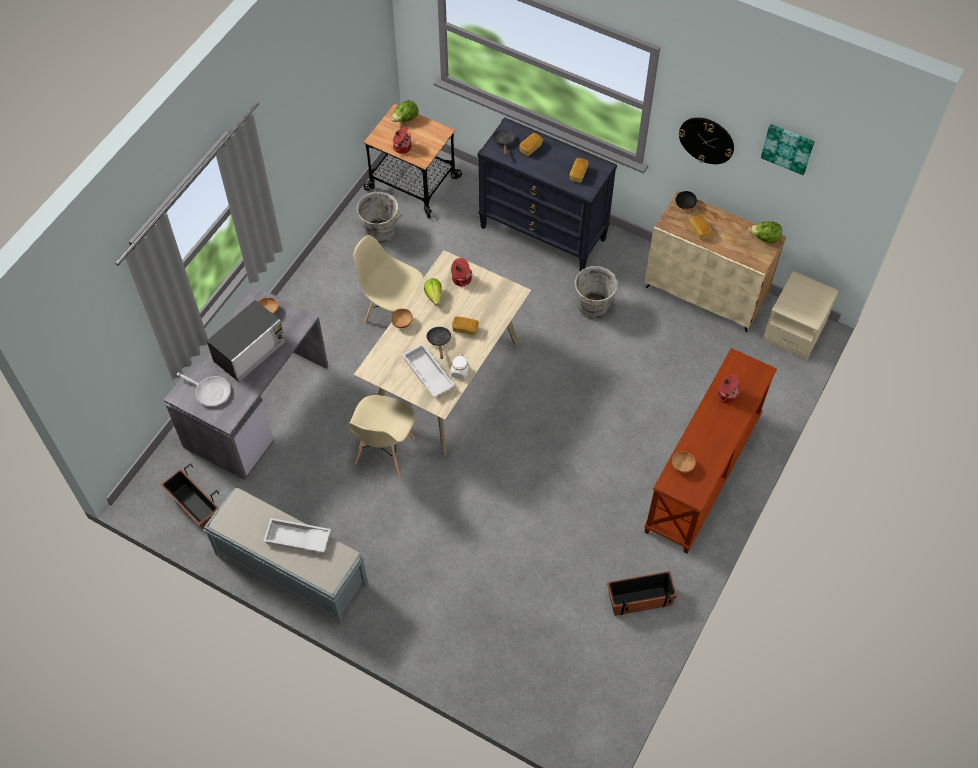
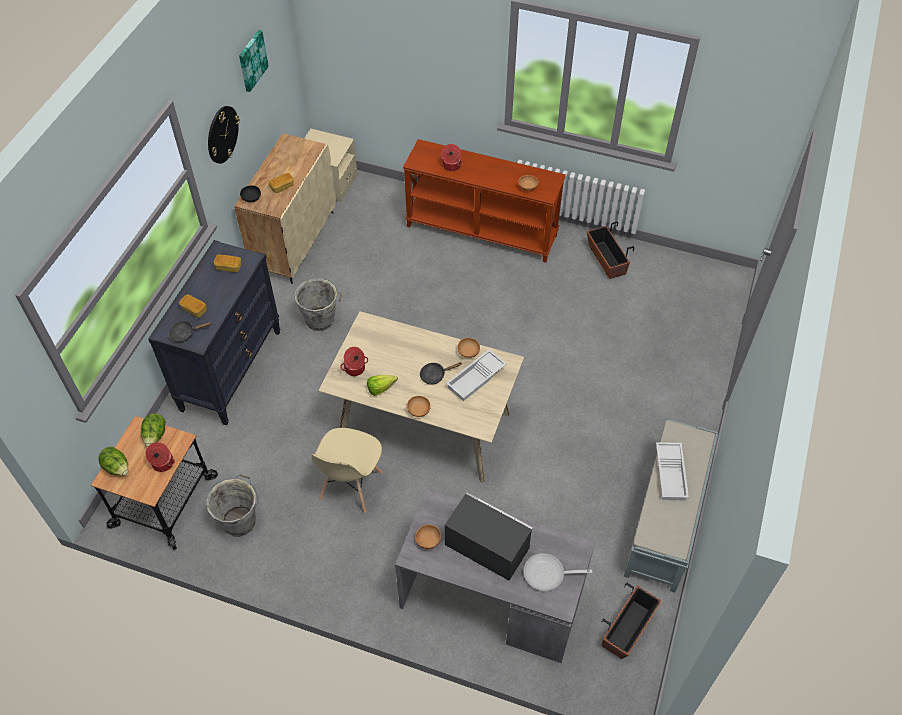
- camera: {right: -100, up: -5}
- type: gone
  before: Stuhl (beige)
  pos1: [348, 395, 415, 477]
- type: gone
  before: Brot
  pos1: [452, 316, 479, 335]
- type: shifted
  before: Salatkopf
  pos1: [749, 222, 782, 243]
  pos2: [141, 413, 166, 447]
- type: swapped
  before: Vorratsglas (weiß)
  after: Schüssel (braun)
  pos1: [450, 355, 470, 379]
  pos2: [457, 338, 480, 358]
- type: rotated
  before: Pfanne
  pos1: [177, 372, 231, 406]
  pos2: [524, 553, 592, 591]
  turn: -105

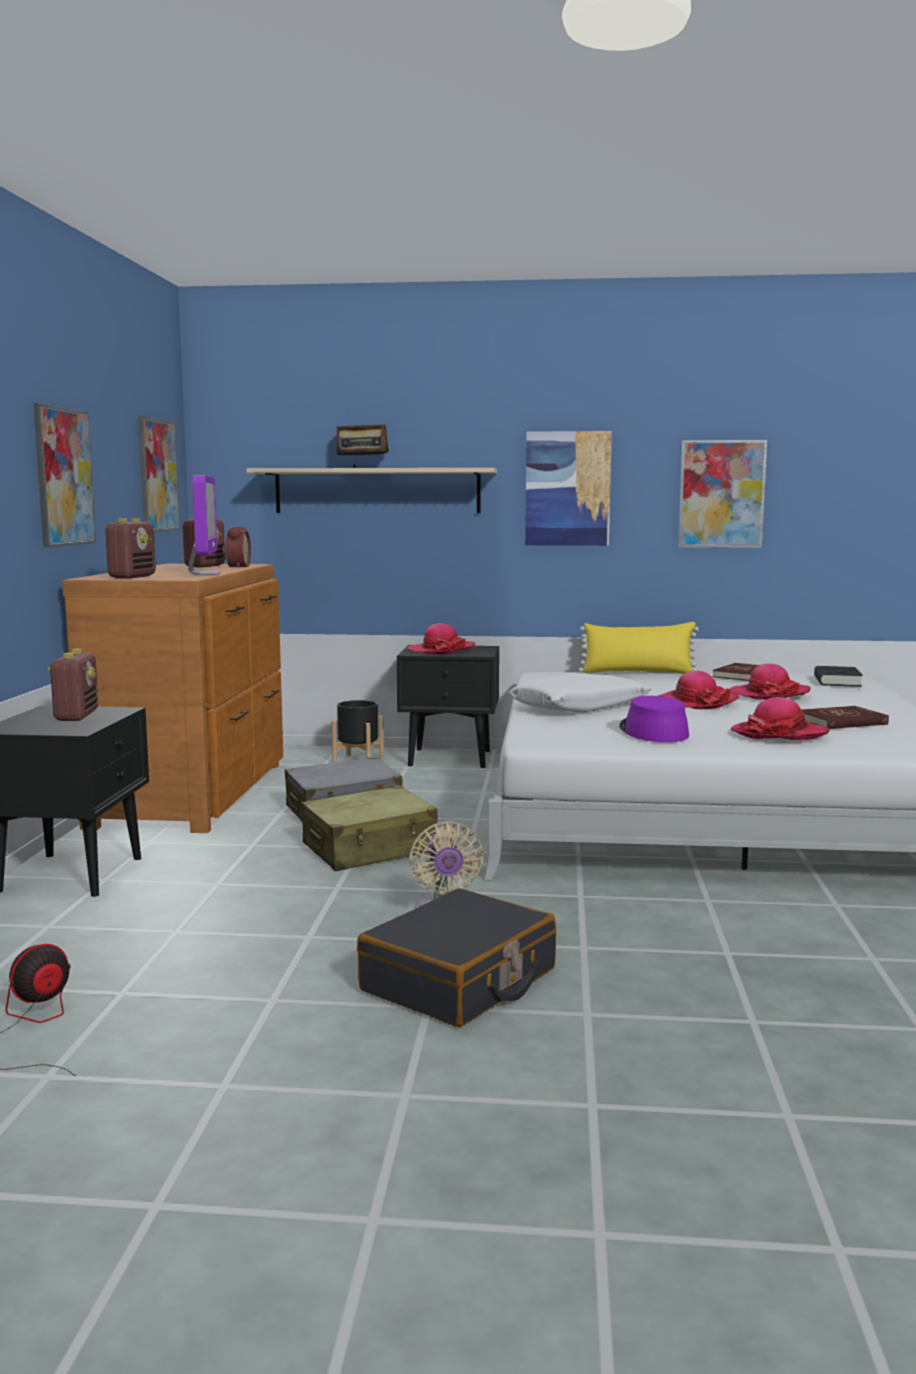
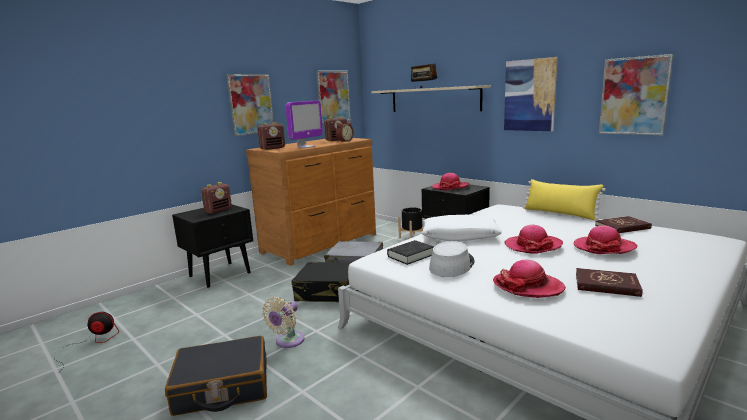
- camera: {right: 40, up: 5}
- type: shifted
  before: Buch (schwarz)
  pos1: [814, 666, 863, 687]
  pos2: [387, 240, 434, 265]
- type: repainted
  before: Koffer (beige)
  after: Koffer (schwarz)
  pos1: [301, 786, 438, 871]
  pos2: [292, 262, 351, 302]
- type: repainted
  before: Hut (lila)
  after: Hut (grau)
  pos1: [619, 696, 689, 742]
  pos2: [429, 241, 475, 277]

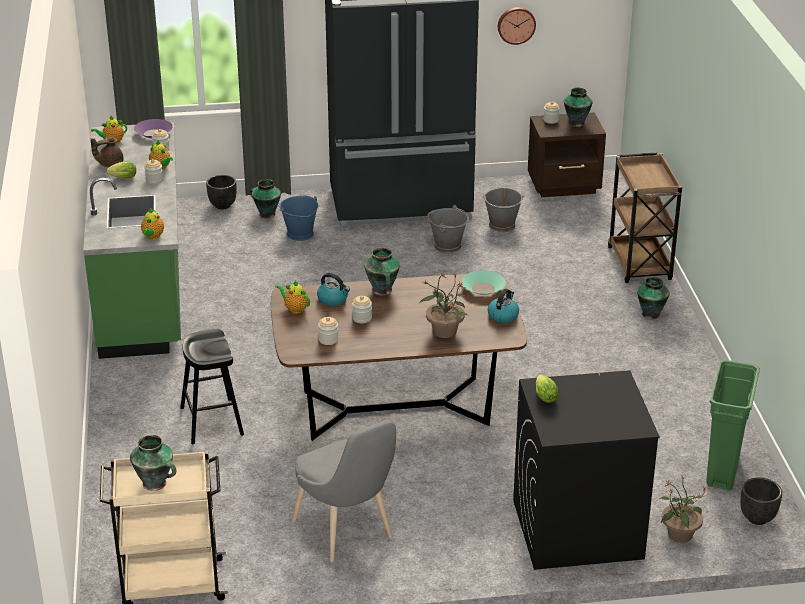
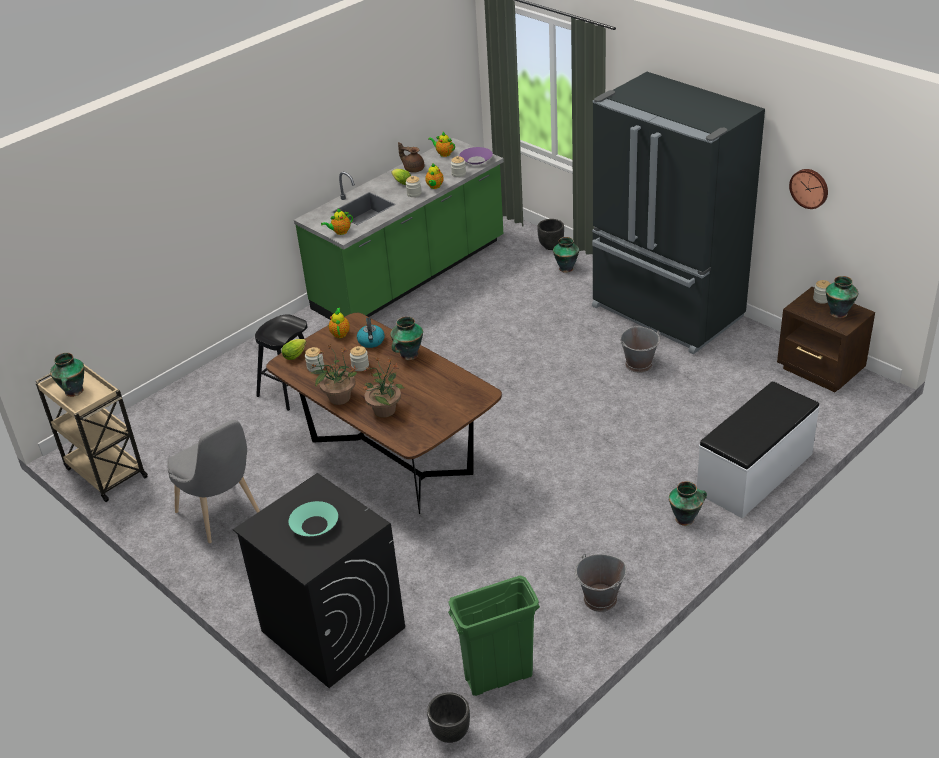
- camera: {right: 55, up: 5}
- type: gone
  before: Eimer (blau)
  pos1: [279, 195, 318, 241]
- type: gone
  before: Wasserkessel
  pos1: [488, 289, 519, 323]
- type: shifted
  before: Schüssel (türkis)
  pos1: [462, 270, 506, 295]
  pos2: [289, 501, 338, 536]
- type: shifted
  before: Eimer (grau)
  pos1: [482, 188, 525, 232]
  pos2: [575, 554, 626, 612]
- type: shifted
  before: Salatkopf
  pos1: [536, 375, 559, 403]
  pos2: [282, 339, 306, 360]
- type: shifted
  before: Topfpflanze
  pos1: [660, 476, 707, 543]
  pos2: [310, 345, 358, 405]
- type: swapped
  before: Rollwagen (braun)
  after: Bank (weiß)
  pos1: [608, 152, 682, 283]
  pos2: [697, 381, 819, 518]
- type: rotated
  before: Stuhl (grau)
  pos1: [292, 420, 396, 562]
  pos2: [167, 420, 260, 543]
  turn: -60

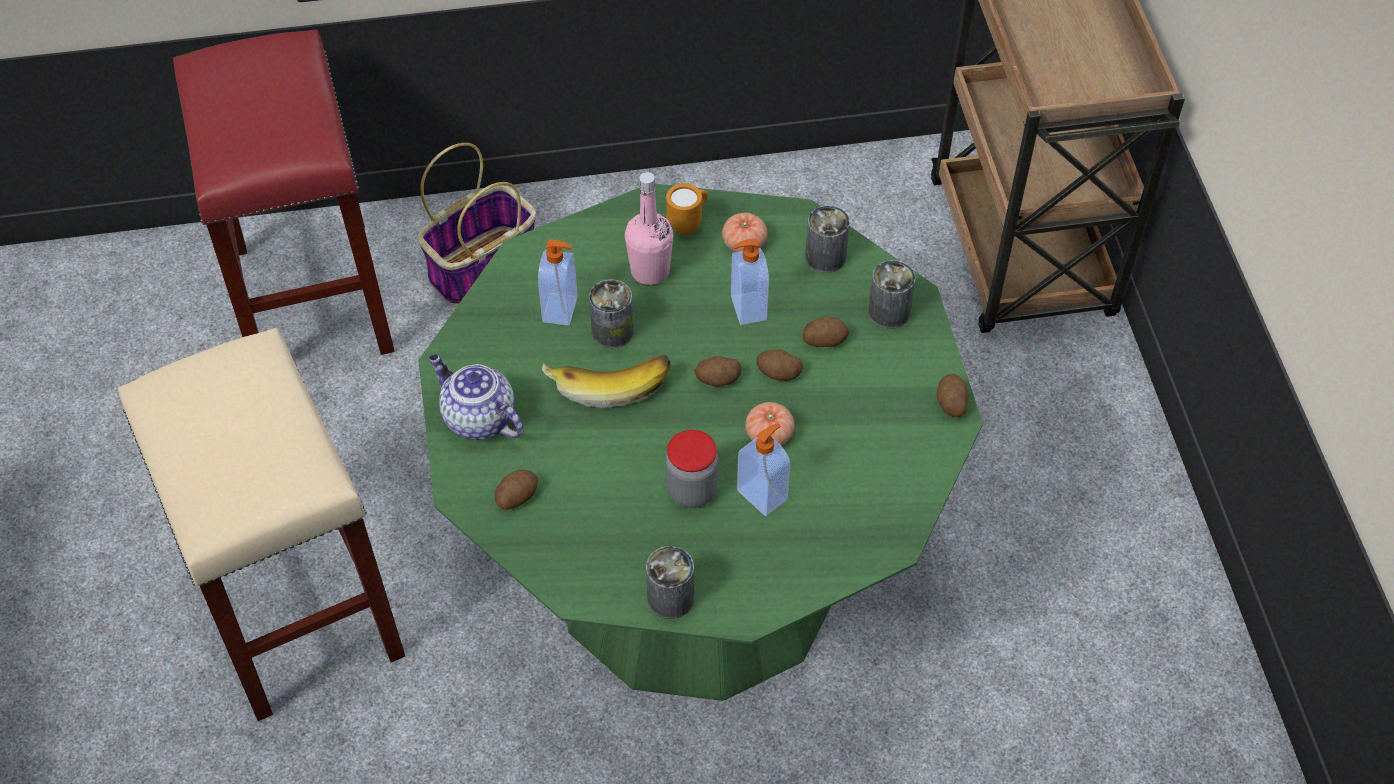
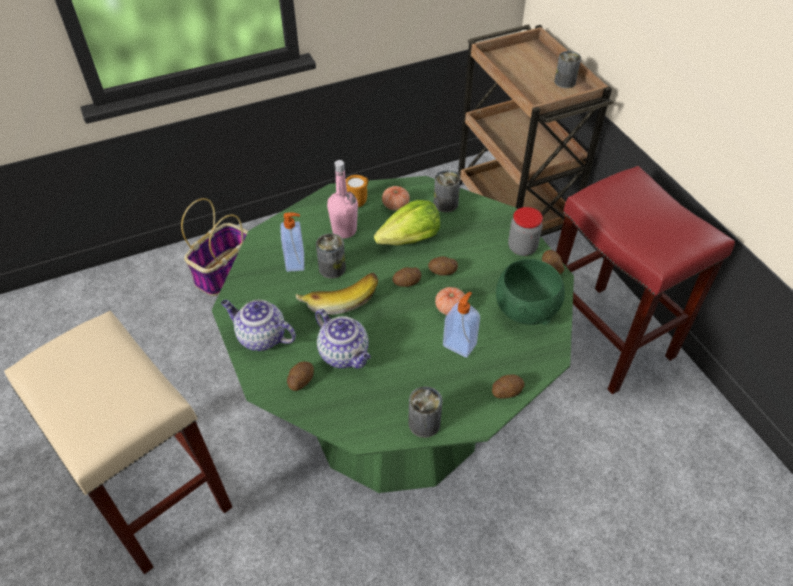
- camera: {right: -15, up: -5}
- type: new
  after: Teekanne
  pos2: [315, 309, 371, 368]
- type: new
  after: Schüssel (grün)
  pos2: [496, 259, 565, 325]
- type: shifted
  before: Hocker (rot)
  pos1: [173, 29, 395, 355]
  pos2: [556, 166, 735, 395]
- type: shifted
  before: Vorratsglas
  pos1: [666, 430, 718, 508]
  pos2: [508, 207, 543, 256]
- type: shifted
  before: Kartoffel
  pos1: [802, 317, 849, 347]
  pos2: [492, 374, 525, 399]
- type: shifted
  before: Dose
  pos1: [868, 260, 916, 329]
  pos2: [554, 51, 581, 88]
- type: swapped
  before: Seifenspender
  after: Salatkopf
  pos1: [731, 238, 769, 325]
  pos2: [374, 200, 440, 245]

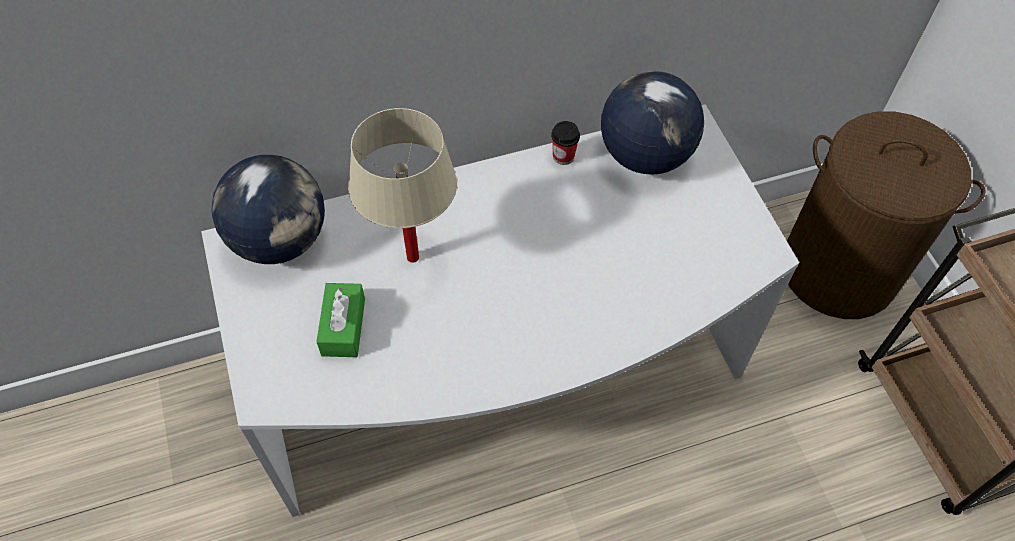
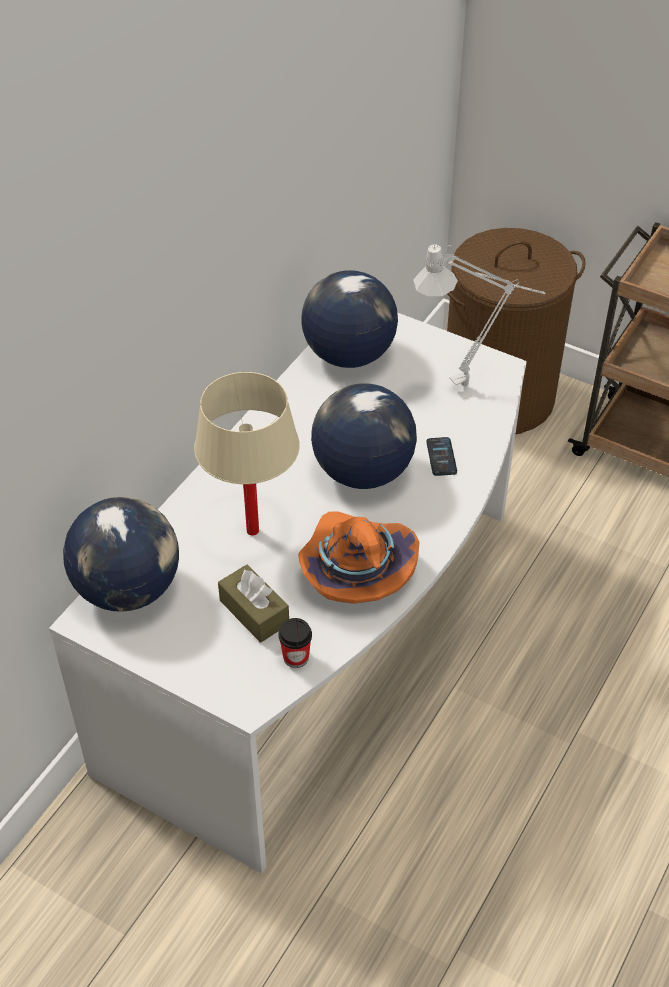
- camera: {right: -40, up: -10}
- type: new
  after: Hut (orange)
  pos2: [298, 511, 419, 604]
- type: new
  after: Globus
  pos2: [311, 383, 417, 489]
- type: new
  after: Tischlampe (grau)
  pos2: [413, 244, 545, 386]
- type: new
  after: Handy
  pos2: [426, 437, 457, 476]
- type: shifted
  before: Tasse
  pos1: [551, 121, 580, 165]
  pos2: [278, 618, 312, 668]
- type: repainted
  before: Taschentuchbox (grün)
  after: Taschentuchbox (braun)
  pos1: [316, 283, 365, 357]
  pos2: [218, 565, 289, 643]

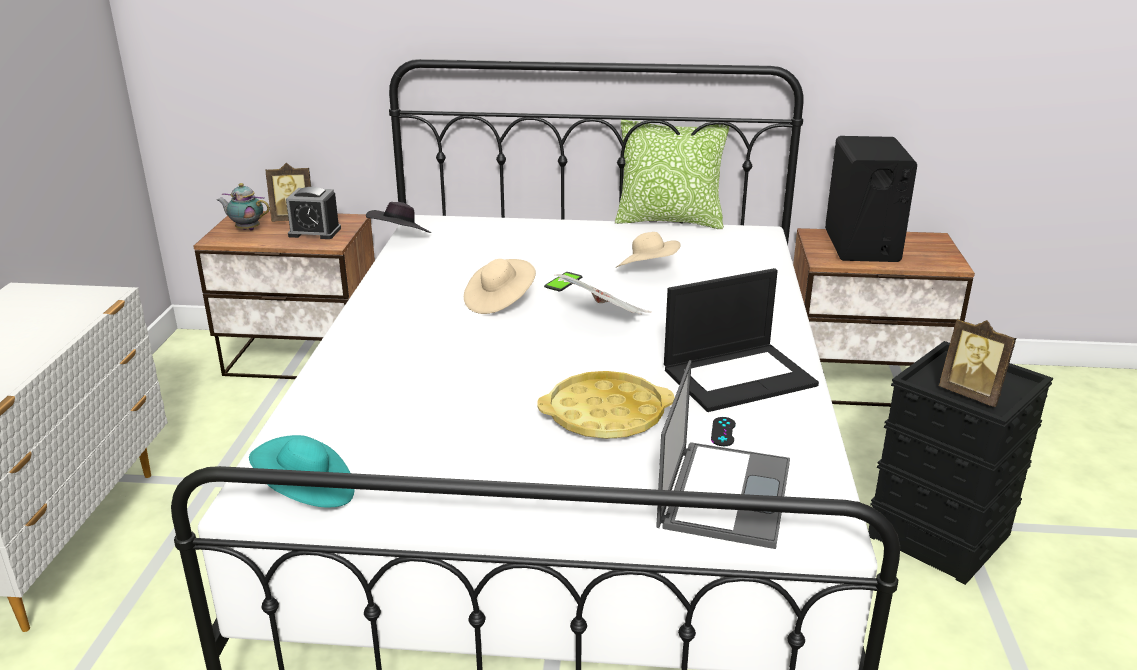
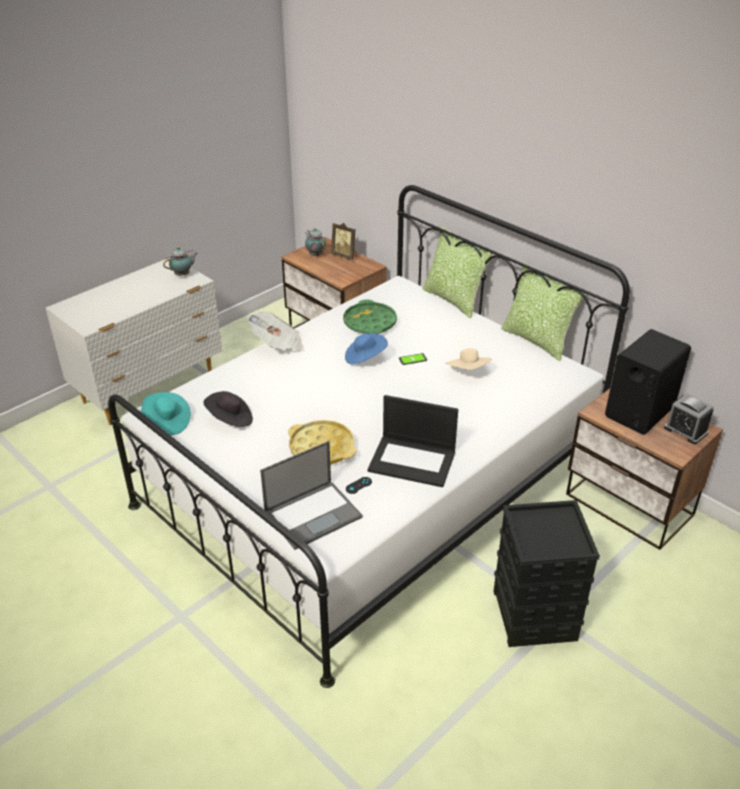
- camera: {right: 40, up: 10}
- type: gone
  before: Bilderrahmen
  pos1: [939, 319, 1016, 407]
- type: new
  after: Teekanne
  pos2: [163, 246, 197, 276]
- type: new
  after: Tablett (grün)
  pos2: [343, 300, 397, 334]
- type: new
  after: Kissen
  pos2: [422, 227, 492, 318]
- type: shifted
  before: Wecker
  pos1: [286, 187, 341, 239]
  pos2: [664, 393, 714, 444]
- type: shifted
  before: Hut (schwarz)
  pos1: [366, 202, 432, 233]
  pos2: [203, 391, 253, 427]
- type: shifted
  before: Zeitung
  pos1: [555, 274, 651, 314]
  pos2: [247, 312, 304, 352]
- type: repainted
  before: Hut (beige)
  after: Hut (blau)
  pos1: [464, 259, 536, 314]
  pos2: [345, 333, 388, 364]

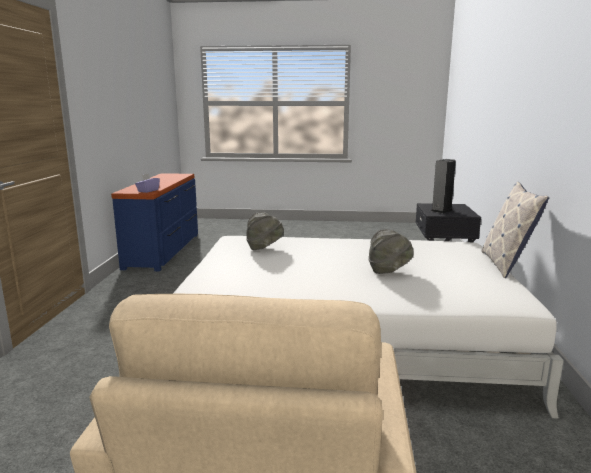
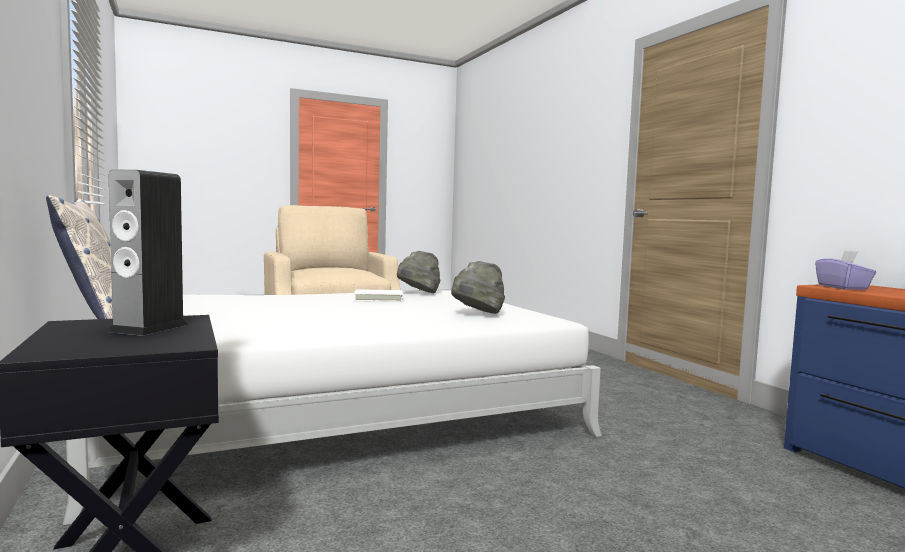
- camera: {right: 150, up: -10}
- type: new
  after: Buch (weiß)
  pos2: [354, 289, 403, 302]
- type: shifted
  before: Hut (grau)
  pos1: [368, 229, 414, 274]
  pos2: [397, 251, 440, 293]

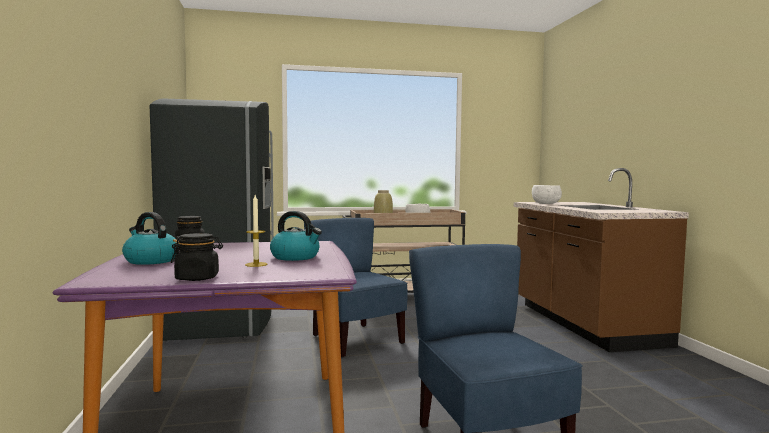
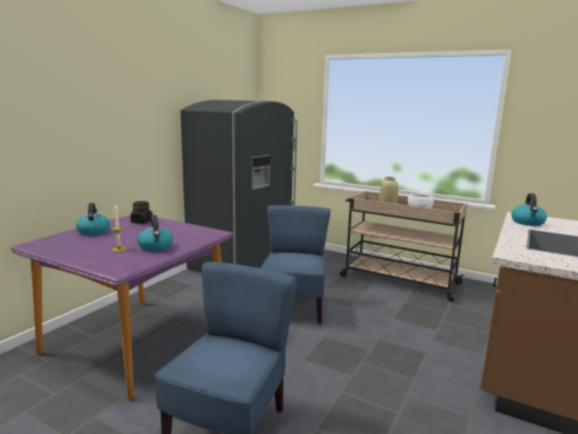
- camera: {right: 40, up: 10}
- type: gone
  before: Vorratsglas (schwarz)
  pos1: [171, 233, 223, 281]
- type: swapped
  before: Schüssel (weiß)
  after: Wasserkessel
  pos1: [532, 185, 562, 204]
  pos2: [511, 193, 547, 226]

